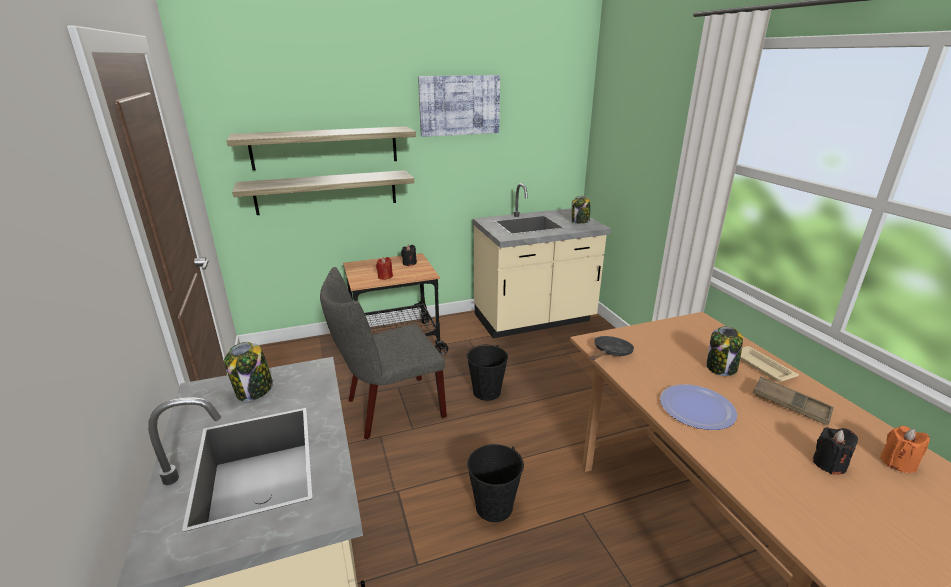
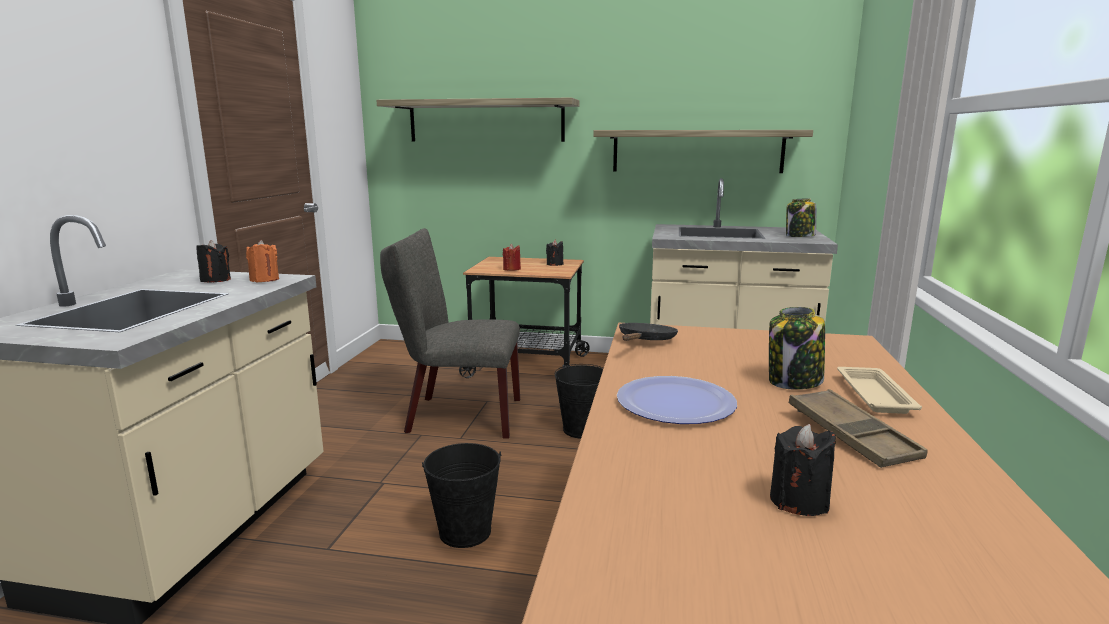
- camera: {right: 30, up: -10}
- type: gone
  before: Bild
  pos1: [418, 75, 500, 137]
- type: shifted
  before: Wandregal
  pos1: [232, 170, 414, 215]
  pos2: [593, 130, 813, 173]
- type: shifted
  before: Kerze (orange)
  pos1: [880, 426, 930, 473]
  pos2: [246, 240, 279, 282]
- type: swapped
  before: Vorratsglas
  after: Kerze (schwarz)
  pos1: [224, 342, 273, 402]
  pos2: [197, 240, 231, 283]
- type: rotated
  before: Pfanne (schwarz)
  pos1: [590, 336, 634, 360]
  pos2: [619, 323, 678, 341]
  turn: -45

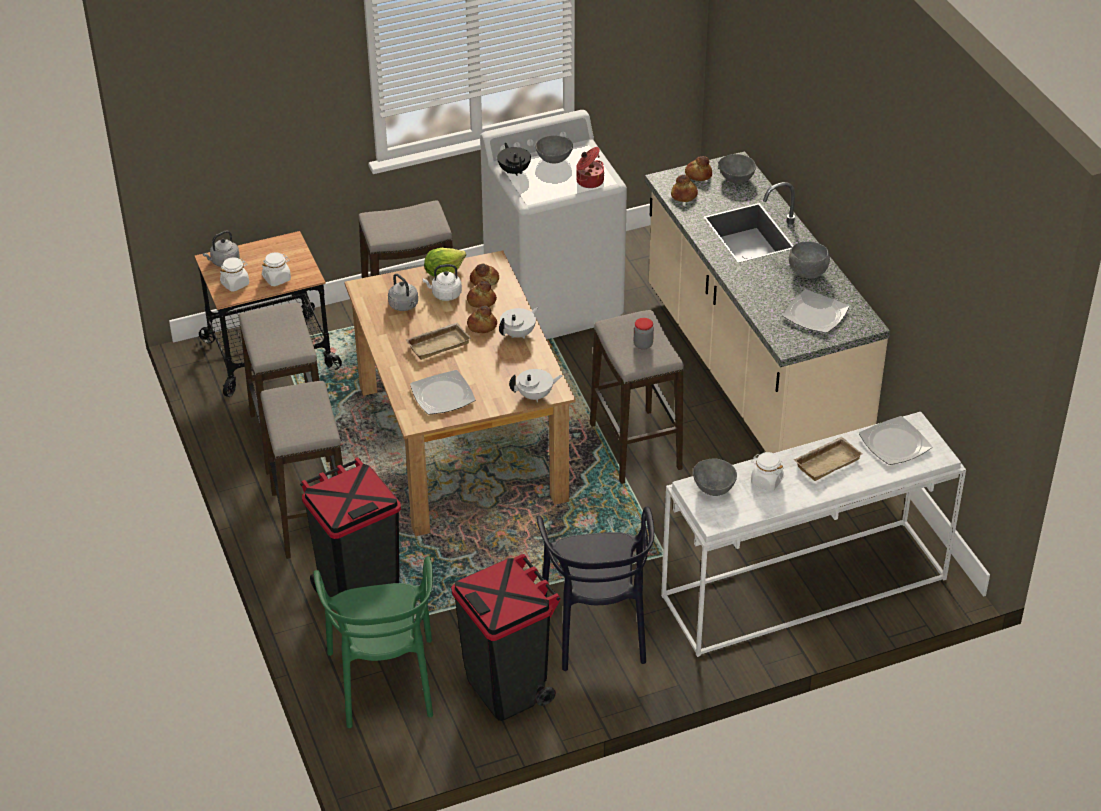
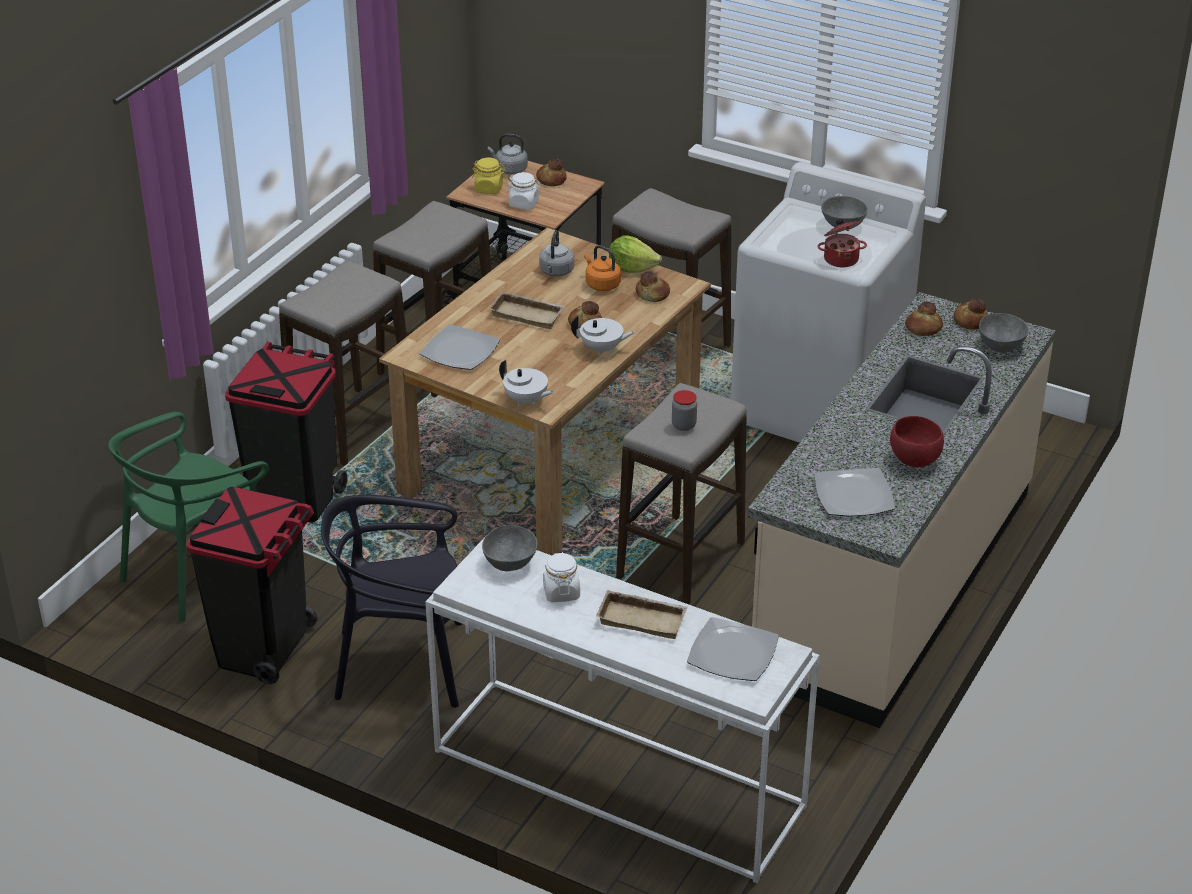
- camera: {right: 50, up: -5}
- type: gone
  before: Teekanne (schwarz)
  pos1: [497, 143, 531, 175]
- type: shifted
  before: Brot
  pos1: [467, 281, 497, 308]
  pos2: [536, 159, 567, 186]
- type: repainted
  before: Vorratsglas (weiß)
  after: Vorratsglas (gelb)
  pos1: [220, 257, 249, 292]
  pos2: [472, 157, 506, 194]
- type: repainted
  before: Wasserkessel (weiß)
  after: Wasserkessel (orange)
  pos1: [423, 264, 462, 301]
  pos2: [584, 245, 621, 291]
- type: repainted
  before: Schüssel (grau)
  after: Schüssel (rot)
  pos1: [789, 241, 830, 278]
  pos2: [890, 416, 944, 467]
- type: rotated
  before: Stuhl (schwarz)
  pos1: [536, 507, 654, 671]
  pos2: [321, 495, 462, 708]
  turn: 45

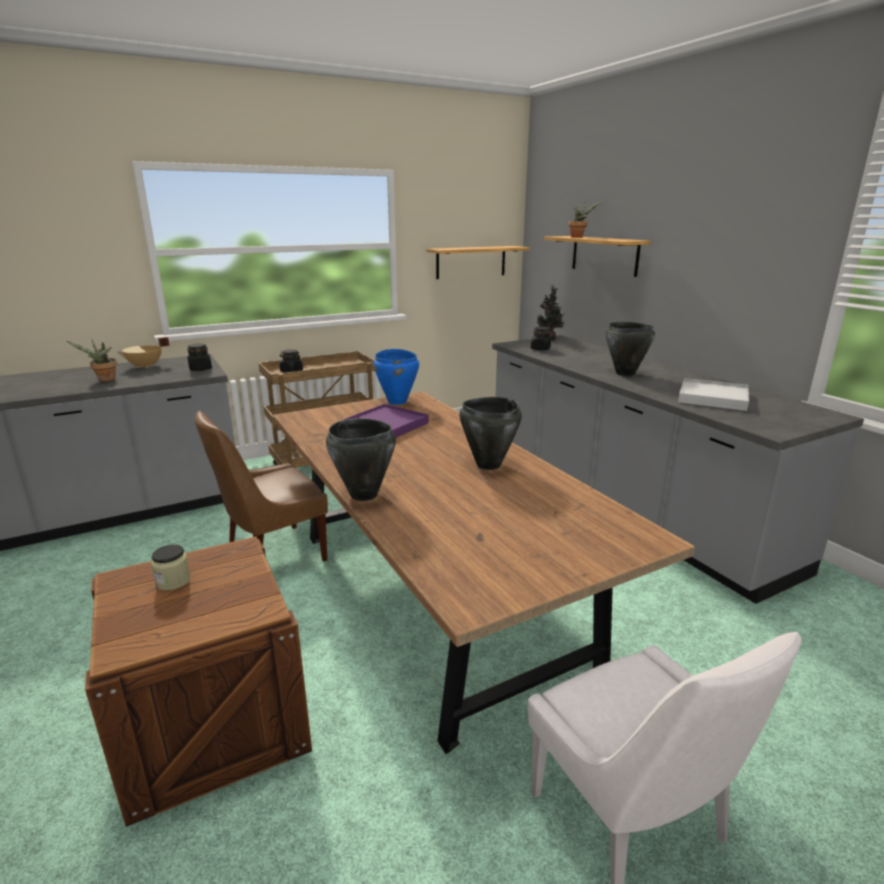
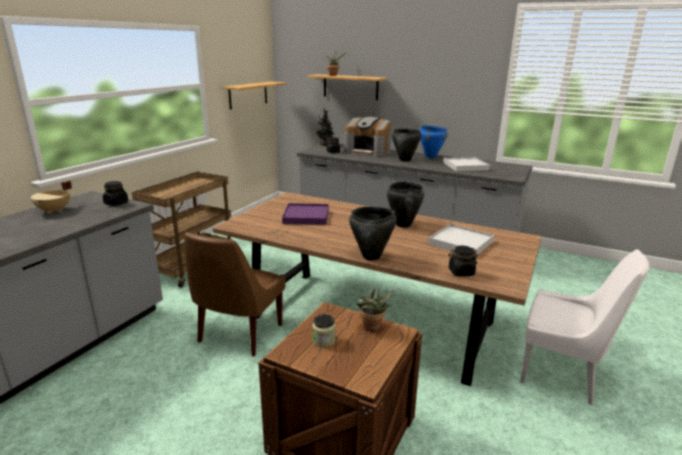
- camera: {right: -35, up: 0}
- type: new
  after: Kaffeemaschine
  pos2: [344, 117, 391, 157]
- type: new
  after: Tablett (weiß)
  pos2: [428, 224, 494, 256]
- type: shifted
  before: Topfpflanze
  pos1: [66, 340, 117, 382]
  pos2: [356, 288, 393, 331]
- type: shifted
  before: Vorratsglas (schwarz)
  pos1: [280, 349, 303, 373]
  pos2: [448, 246, 478, 277]
- type: shifted
  before: Kochtopf (blau)
  pos1: [373, 349, 419, 405]
  pos2: [420, 126, 448, 158]

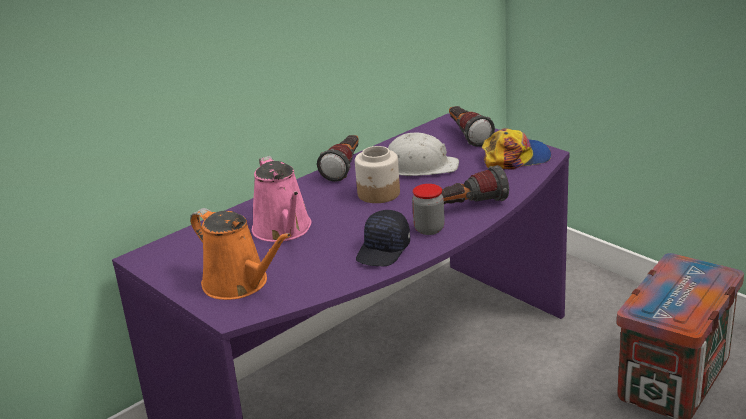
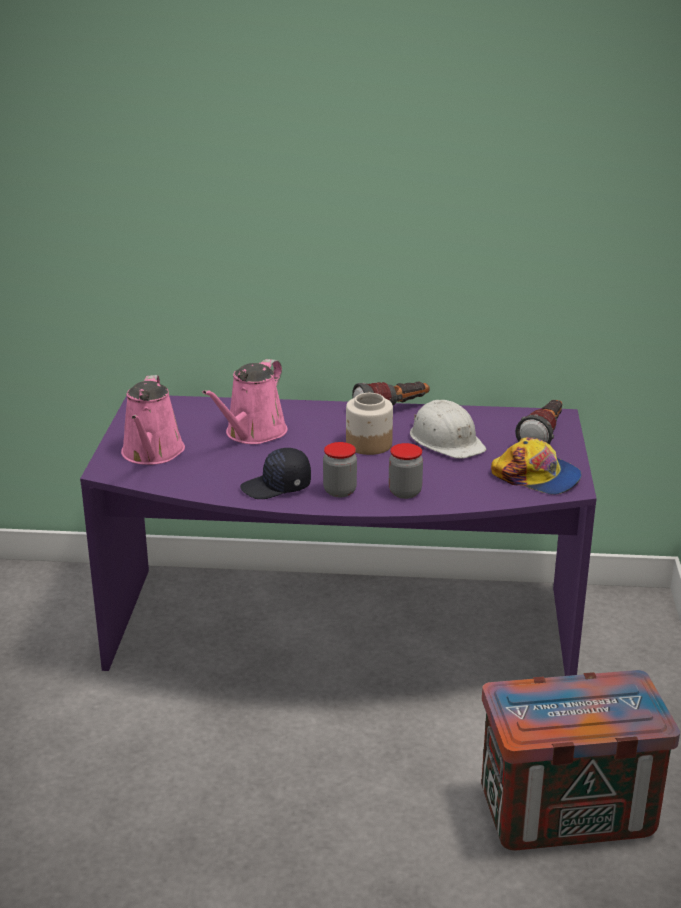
- camera: {right: 45, up: 0}
- type: swapped
  before: Taschenlampe
  after: Vorratsglas
  pos1: [441, 165, 509, 204]
  pos2: [389, 443, 423, 499]
- type: repainted
  before: Gießkanne (orange)
  after: Gießkanne (rosa)
  pos1: [190, 208, 291, 300]
  pos2: [121, 375, 185, 465]

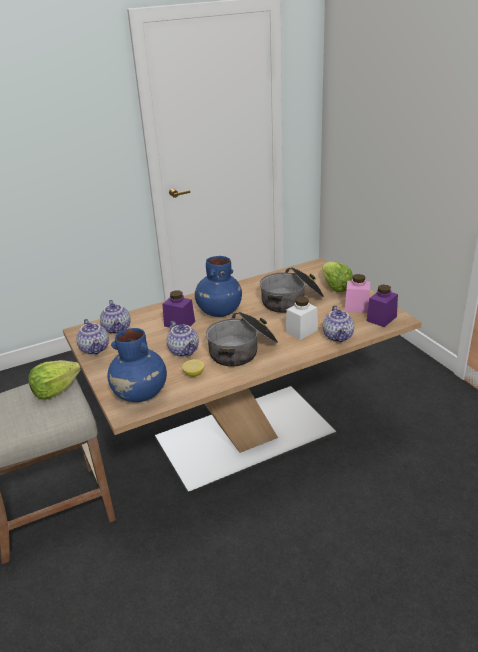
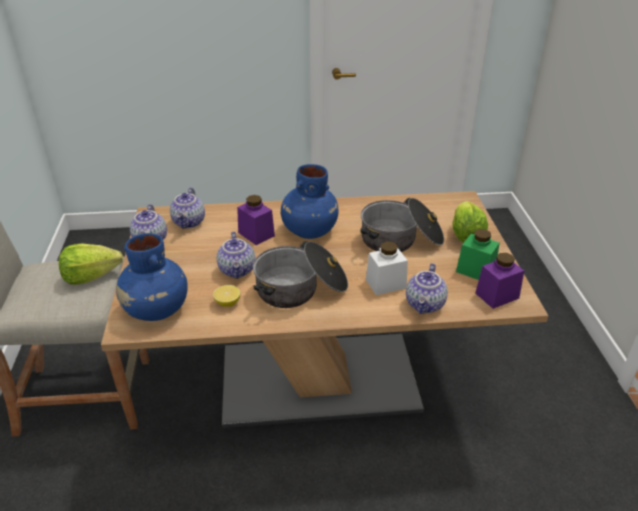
- camera: {right: 20, up: 5}
- type: repainted
  before: Vorratsglas (rosa)
  after: Vorratsglas (grün)
  pos1: [345, 274, 370, 313]
  pos2: [456, 229, 500, 280]

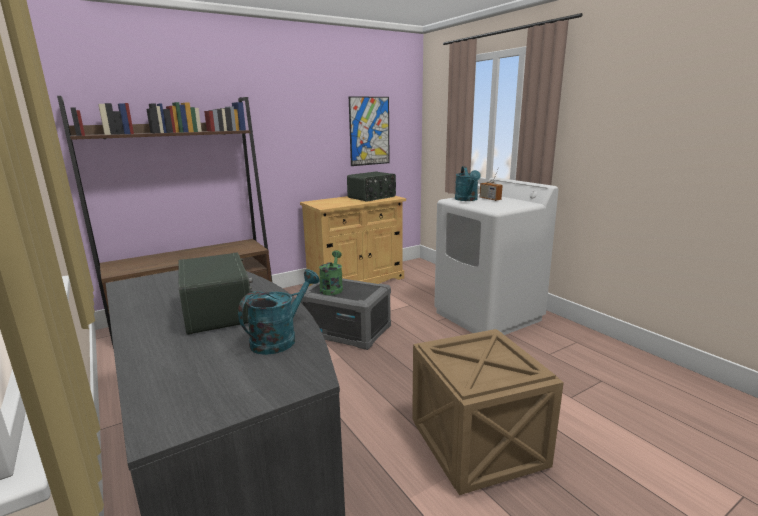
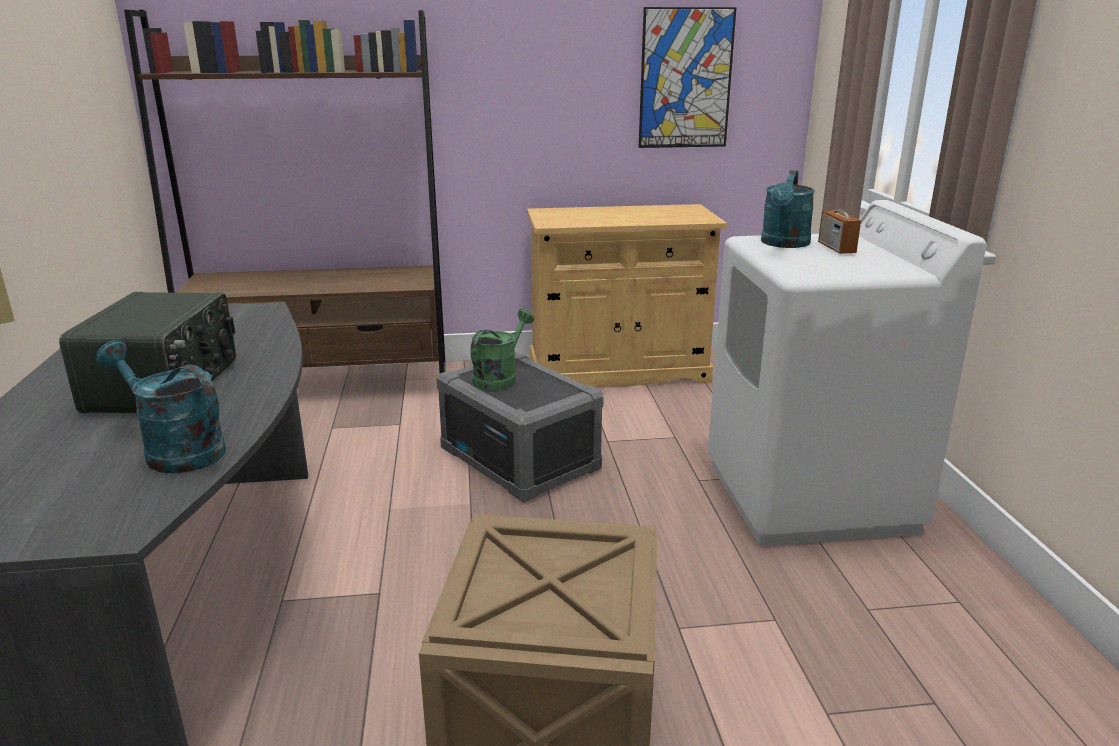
- camera: {right: 25, up: 5}
- type: gone
  before: Radio
  pos1: [347, 172, 396, 202]
- type: rotated
  before: Gießkanne (türkis)
  pos1: [238, 269, 320, 355]
  pos2: [96, 340, 226, 473]
  turn: -120

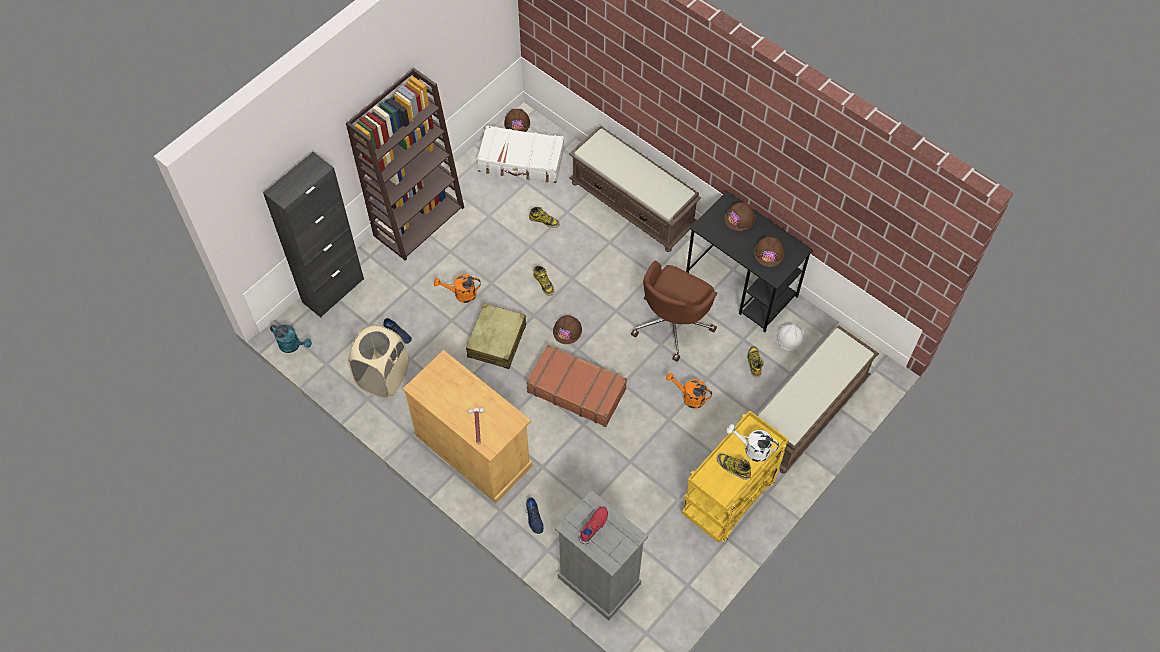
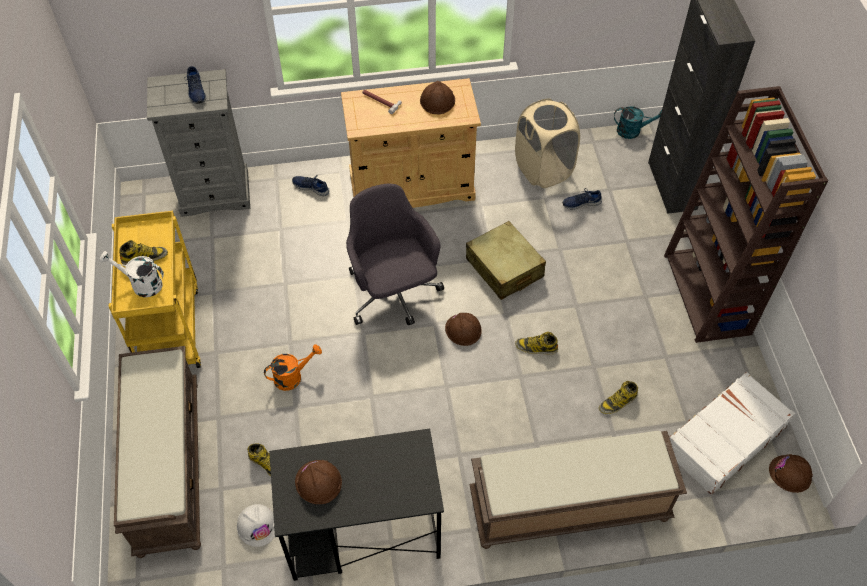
- camera: {right: 130, up: -5}
- type: gone
  before: Gießkanne (orange)
  pos1: [434, 274, 481, 303]
- type: gone
  before: Bürostuhl (braun)
  pos1: [631, 261, 718, 362]
- type: shifted
  before: Schutzhelm (braun)
  pos1: [724, 202, 756, 231]
  pos2: [420, 81, 455, 114]
- type: swapped
  before: Koffer (braun)
  after: Bürostuhl (grau)
  pos1: [526, 345, 627, 427]
  pos2: [346, 184, 444, 325]
- type: repainted
  before: Schuh (rot)
  after: Schuh (blau)
  pos1: [579, 507, 608, 544]
  pos2: [184, 66, 206, 104]
- type: rotated
  before: Gießkanne (türkis)
  pos1: [270, 324, 312, 353]
  pos2: [614, 106, 662, 139]
  turn: -150
- type: rotated
  before: Gießkanne (weiß)
  pos1: [727, 424, 779, 462]
  pos2: [99, 251, 164, 297]
  turn: -135

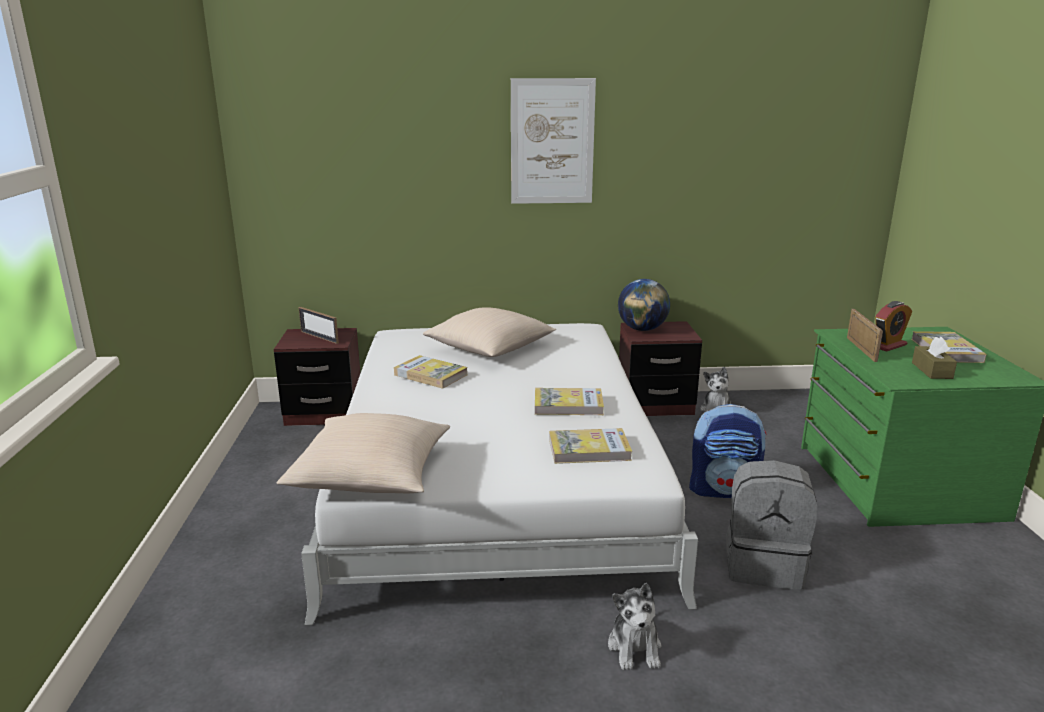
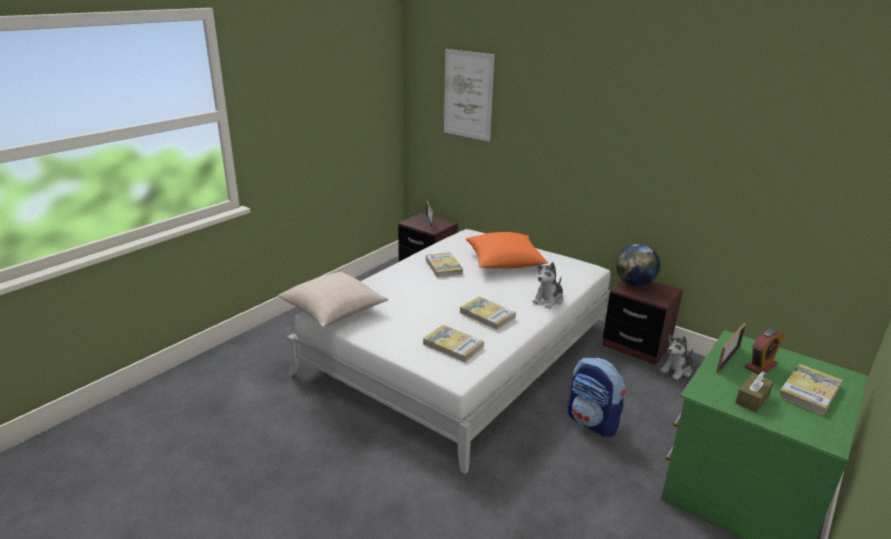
- camera: {right: 40, up: 5}
- type: gone
  before: Rucksack (grau)
  pos1: [726, 460, 818, 590]
- type: shifted
  before: Bild
  pos1: [511, 78, 596, 204]
  pos2: [444, 49, 495, 141]
- type: shifted
  before: Plüschtier
  pos1: [608, 583, 661, 670]
  pos2: [532, 262, 563, 309]
- type: repainted
  before: Kissen (beige)
  after: Kissen (orange)
  pos1: [423, 307, 556, 357]
  pos2: [466, 232, 549, 269]
- type: rotated
  before: Wecker
  pos1: [875, 301, 912, 352]
  pos2: [745, 328, 784, 374]
  turn: -45

